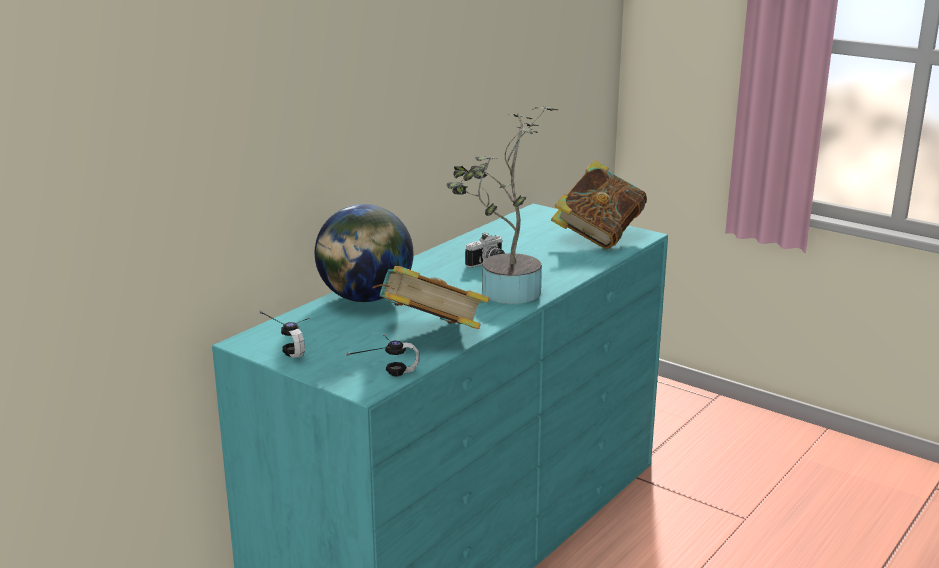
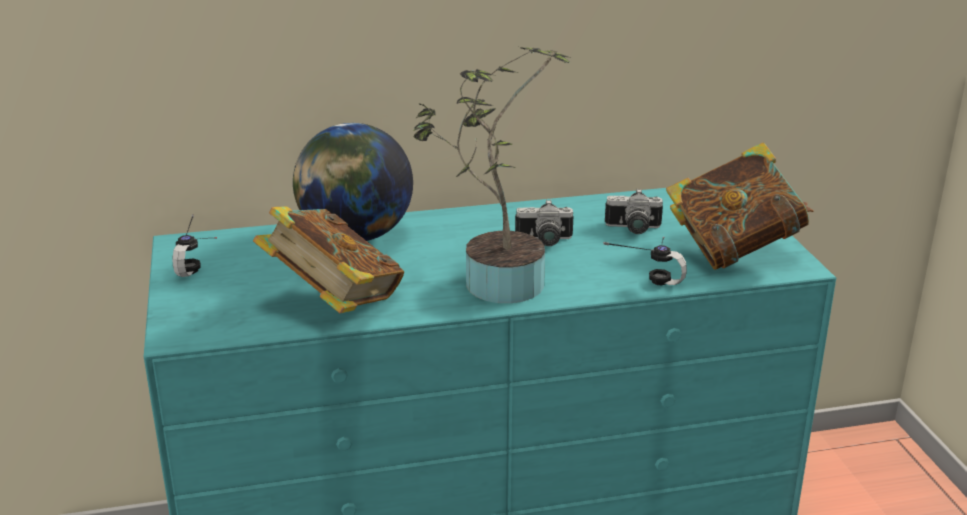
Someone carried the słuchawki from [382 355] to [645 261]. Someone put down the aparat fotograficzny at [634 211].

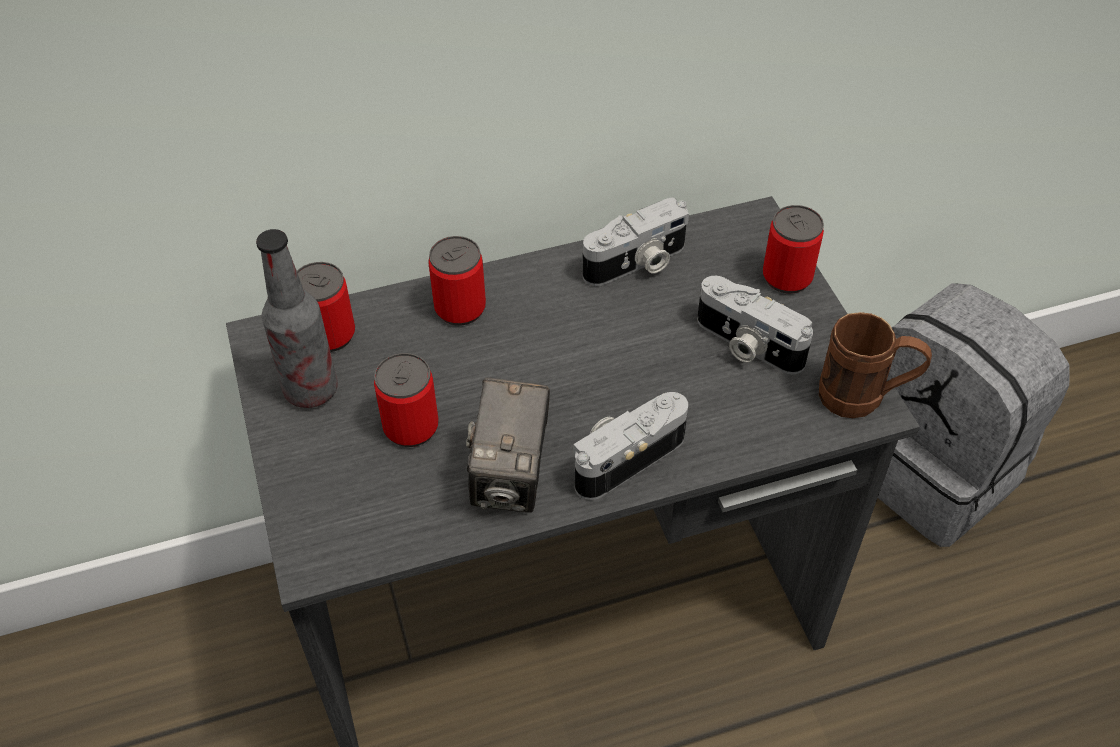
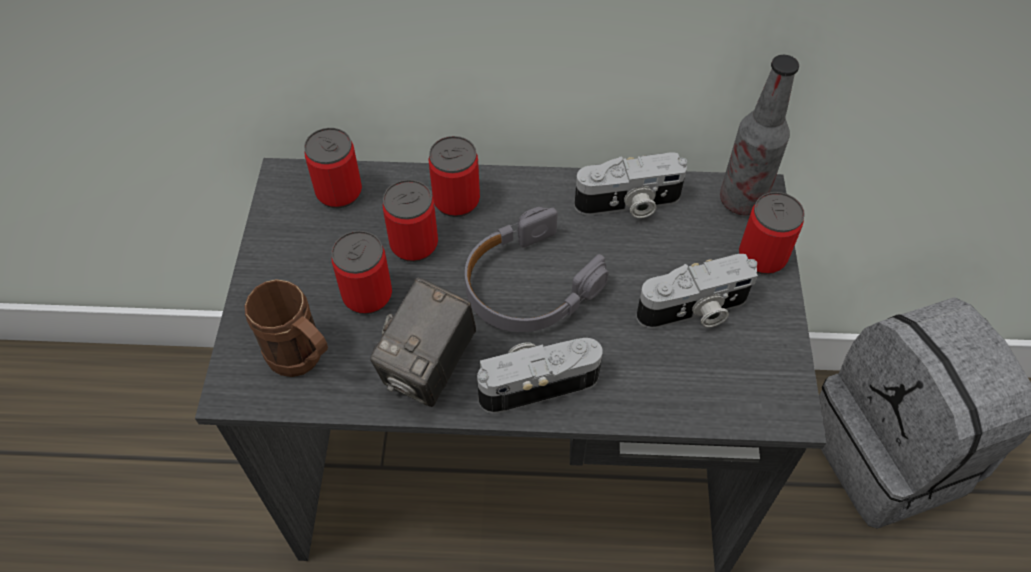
Someone carried the kubek/brązowy from [875 365] to [286 328]. Someone put down the puszka at [410 221]. Someone put down the słuchawki/szary at [537 269]. Someone rotated the aparat fotograficzny at [755 325] by 75 degrees counterclockwise. Someone carried the butelka from [297 318] to [759 135].

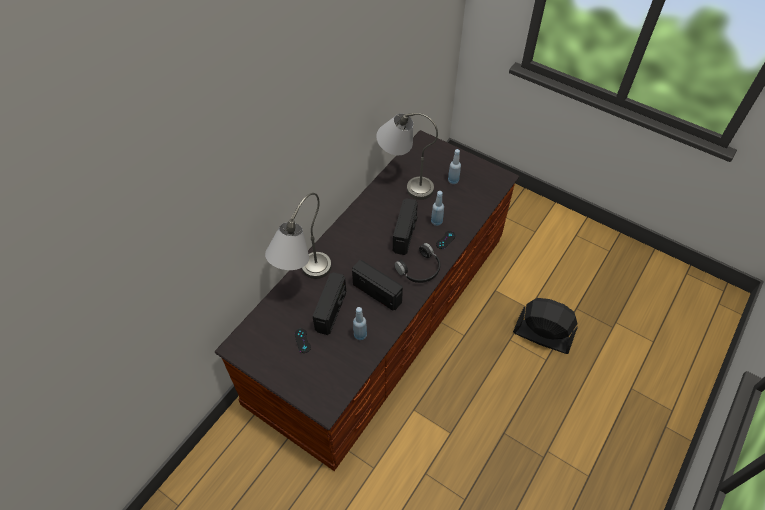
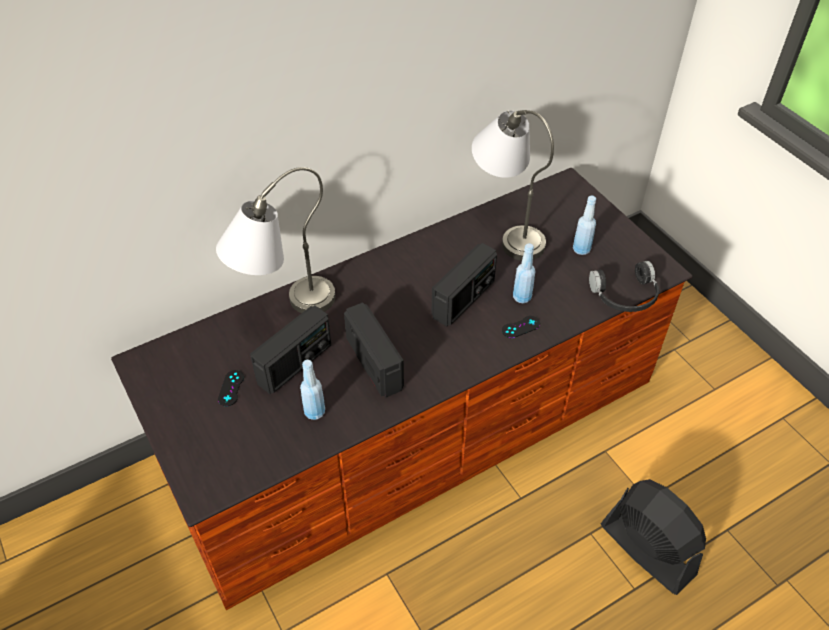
Someone carried the słuchawki/czarny from [417 263] to [624 286].

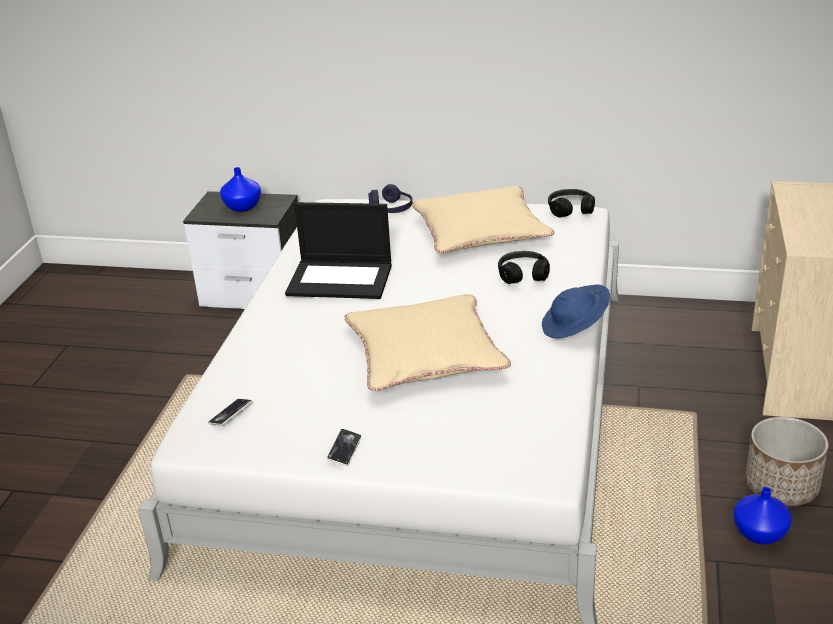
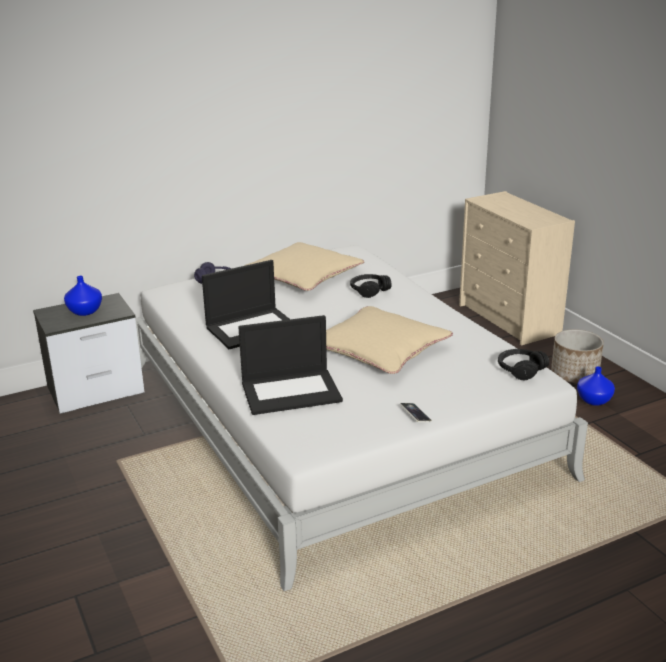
Someone put down the laptop at [290 365]. Someone carried the słuchawki/czarny from [571 203] to [523 364]. Someone took away the telefon at [230 412]. Someone took away the kapelusz/niebieski at [576 311].

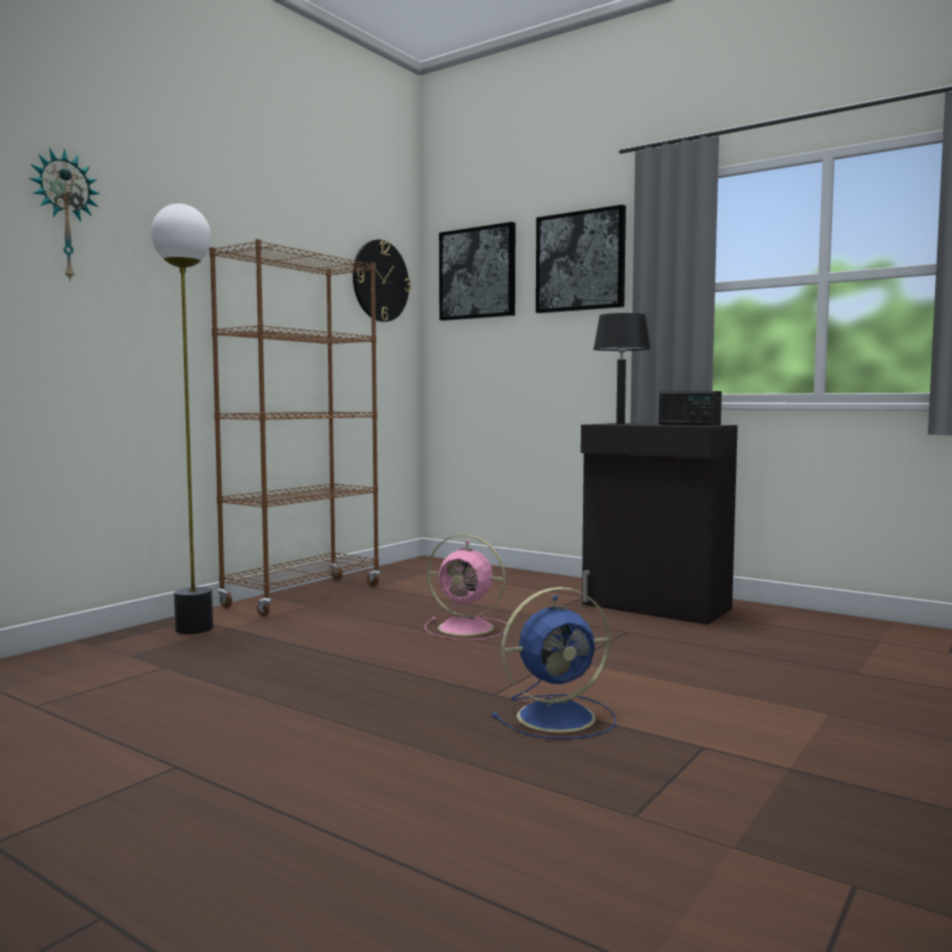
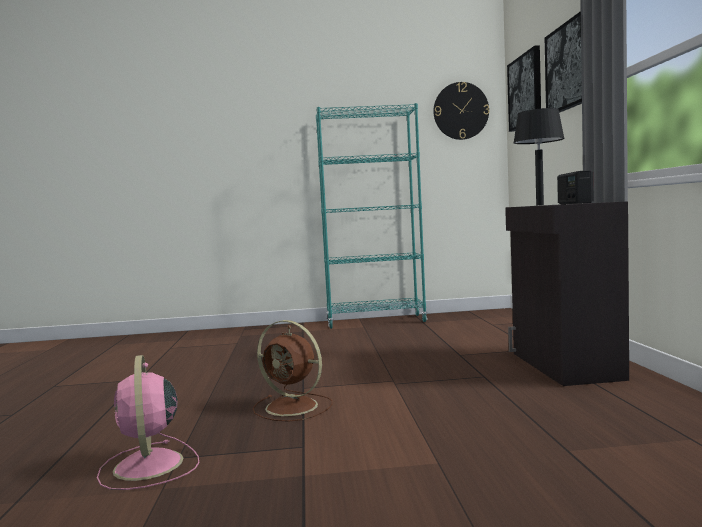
Someone carried the wentylator/różowy from [466 587] to [148 422]. Someone repainted the wentylator/niebieski at [554 663], which became the wentylator/brązowy at [293 371]. Someone repainted the regał/brązowy at [294 427], which became the regał/turkusowy at [371 216]. Someone took away the zegar ścienny at [64 214]. Someone took away the lampa stojąca at [182 418].

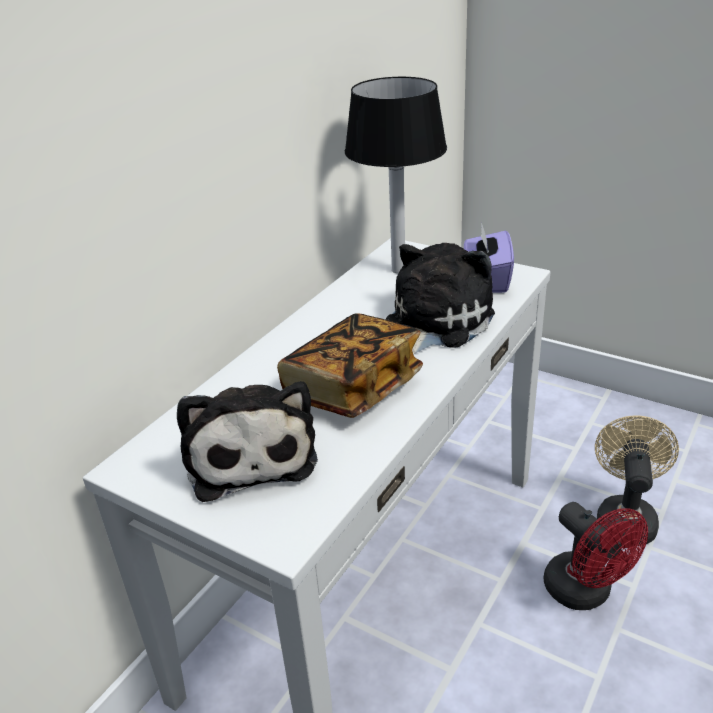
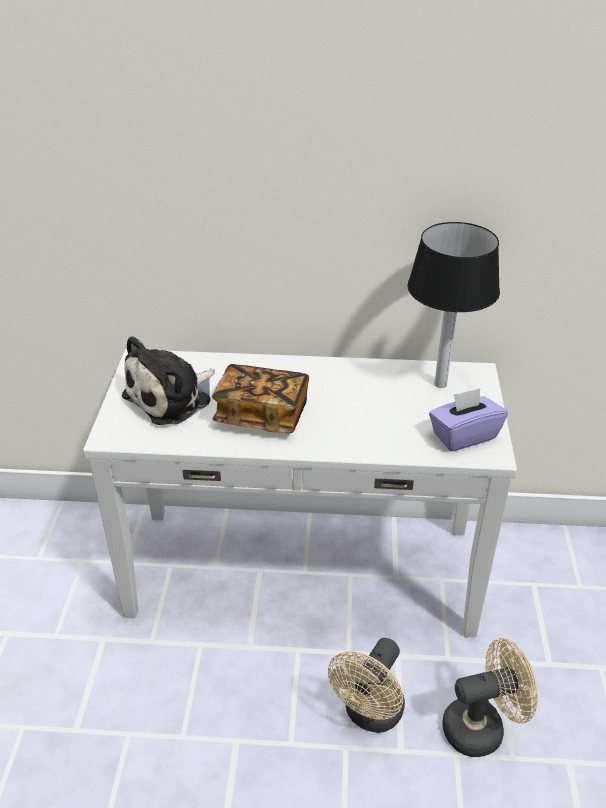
Someone repainted the wentylator/czerwony at [595 556], which became the wentylator/beżowy at [366 685]. Someone took away the pluszak at [440 299].

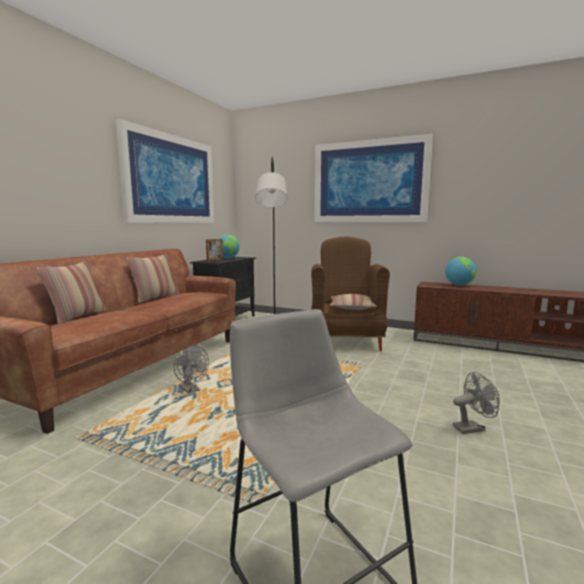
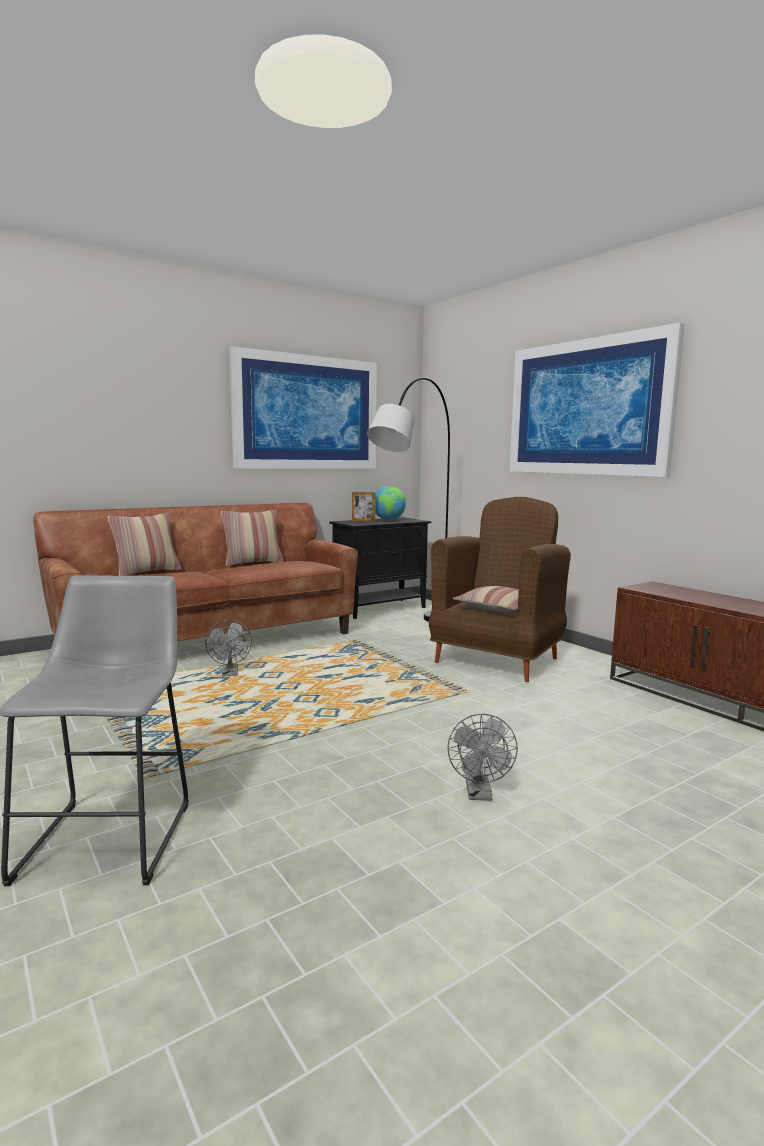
Someone rotated the wentylator/szary at [476 403] by 75 degrees clockwise. Someone took away the globus at [460 271].

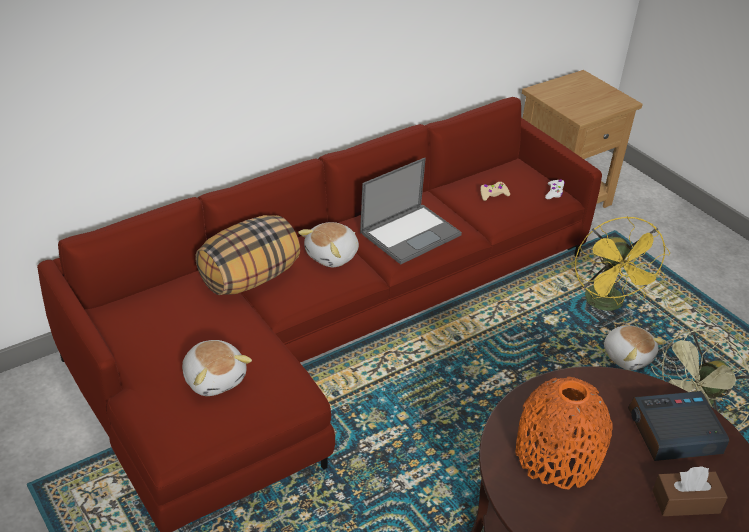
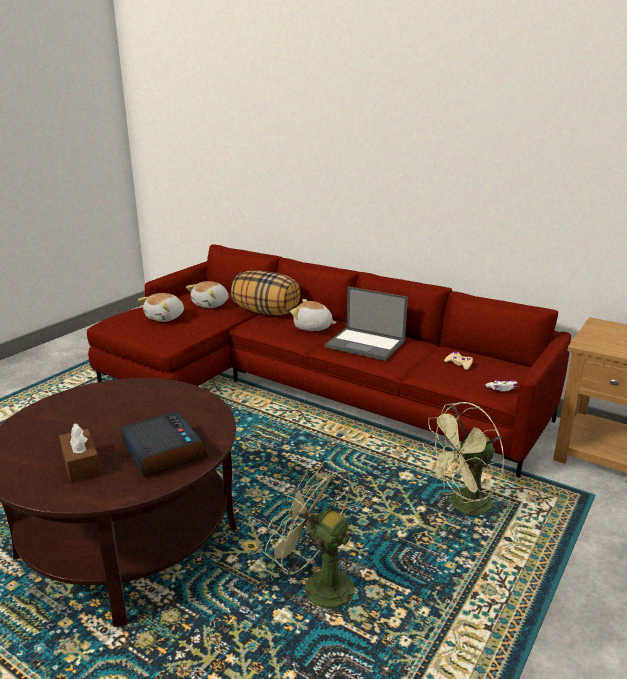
Someone carried the pluszak from [635 348] to [207 294]. Someone repainted the wentylator/żółty at [622 263], which became the wentylator/zielony at [463 463]. Someone took away the wazon/pomarańczowy at [564 433].

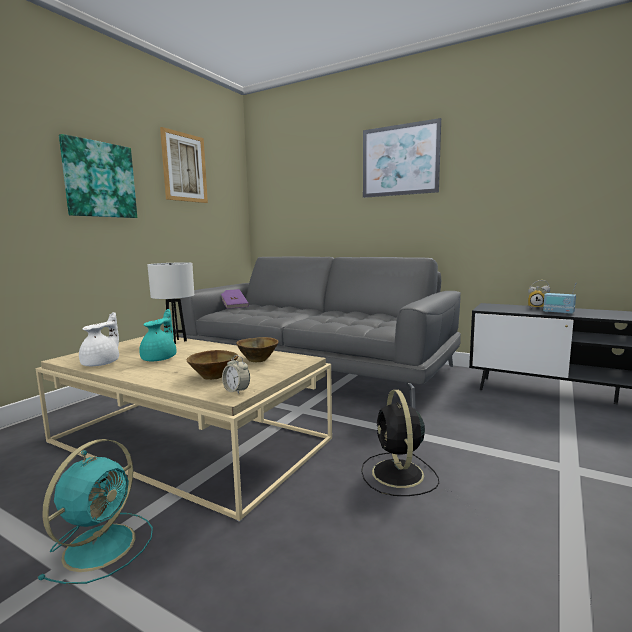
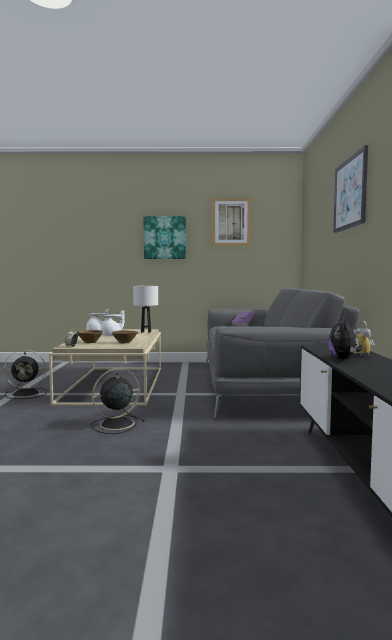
Someone repainted the wentylator/turkusowy at [95 511], which became the wentylator/czarny at [26 374]. Someone repainted the imbryk/turkusowy at [158 335], which became the imbryk/biały at [113 323]. Someone swapped the radio at [559 298] for the pluszak at [345 339].

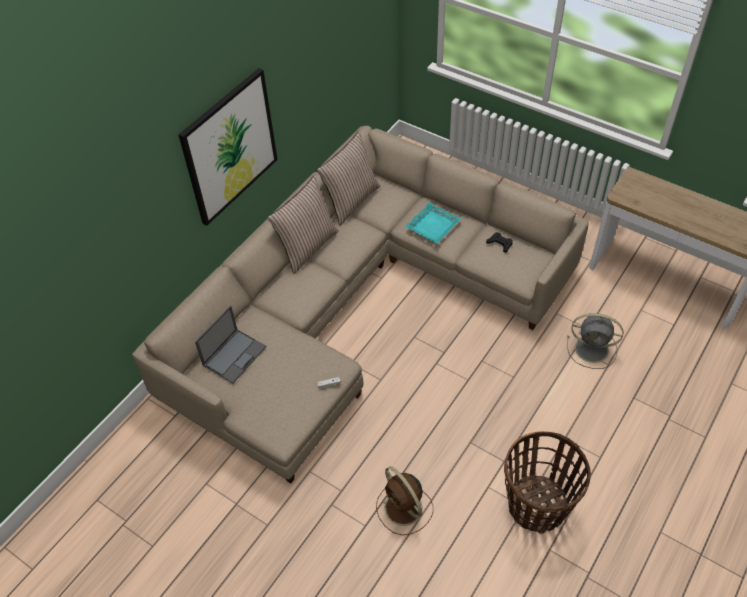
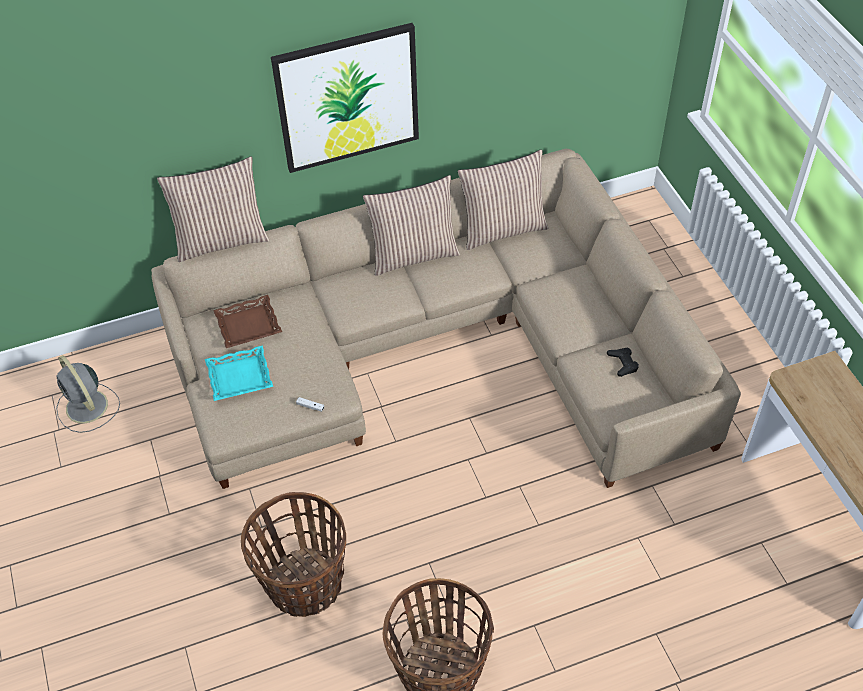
Someone carried the wentylator/szary from [595 341] to [88 394]. Someone put down the poduszka at [213 209]. Someone carried the taca/turkusowy from [433 223] to [239 373]. Someone swapped the laptop at [231 344] for the taca/brązowy at [247 321]. Someone swapped the wentylator/brązowy at [404 500] for the koszyk at [293 554].

